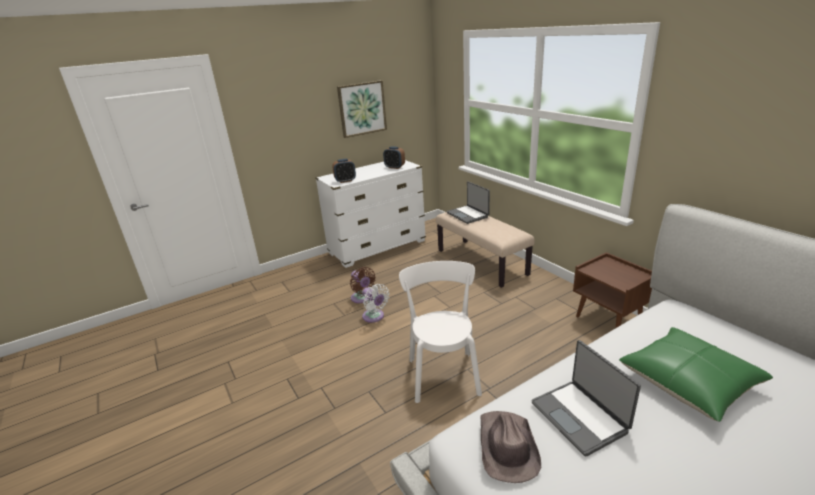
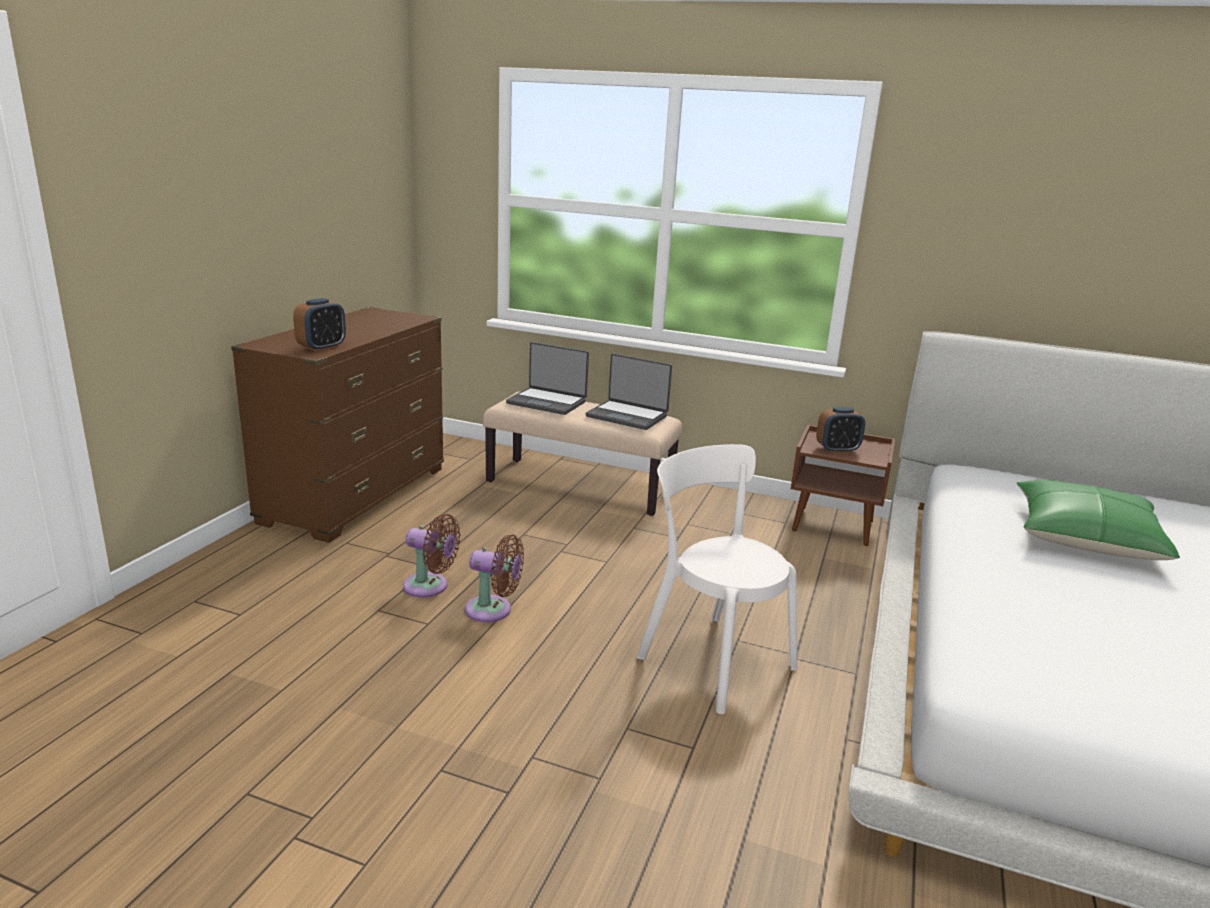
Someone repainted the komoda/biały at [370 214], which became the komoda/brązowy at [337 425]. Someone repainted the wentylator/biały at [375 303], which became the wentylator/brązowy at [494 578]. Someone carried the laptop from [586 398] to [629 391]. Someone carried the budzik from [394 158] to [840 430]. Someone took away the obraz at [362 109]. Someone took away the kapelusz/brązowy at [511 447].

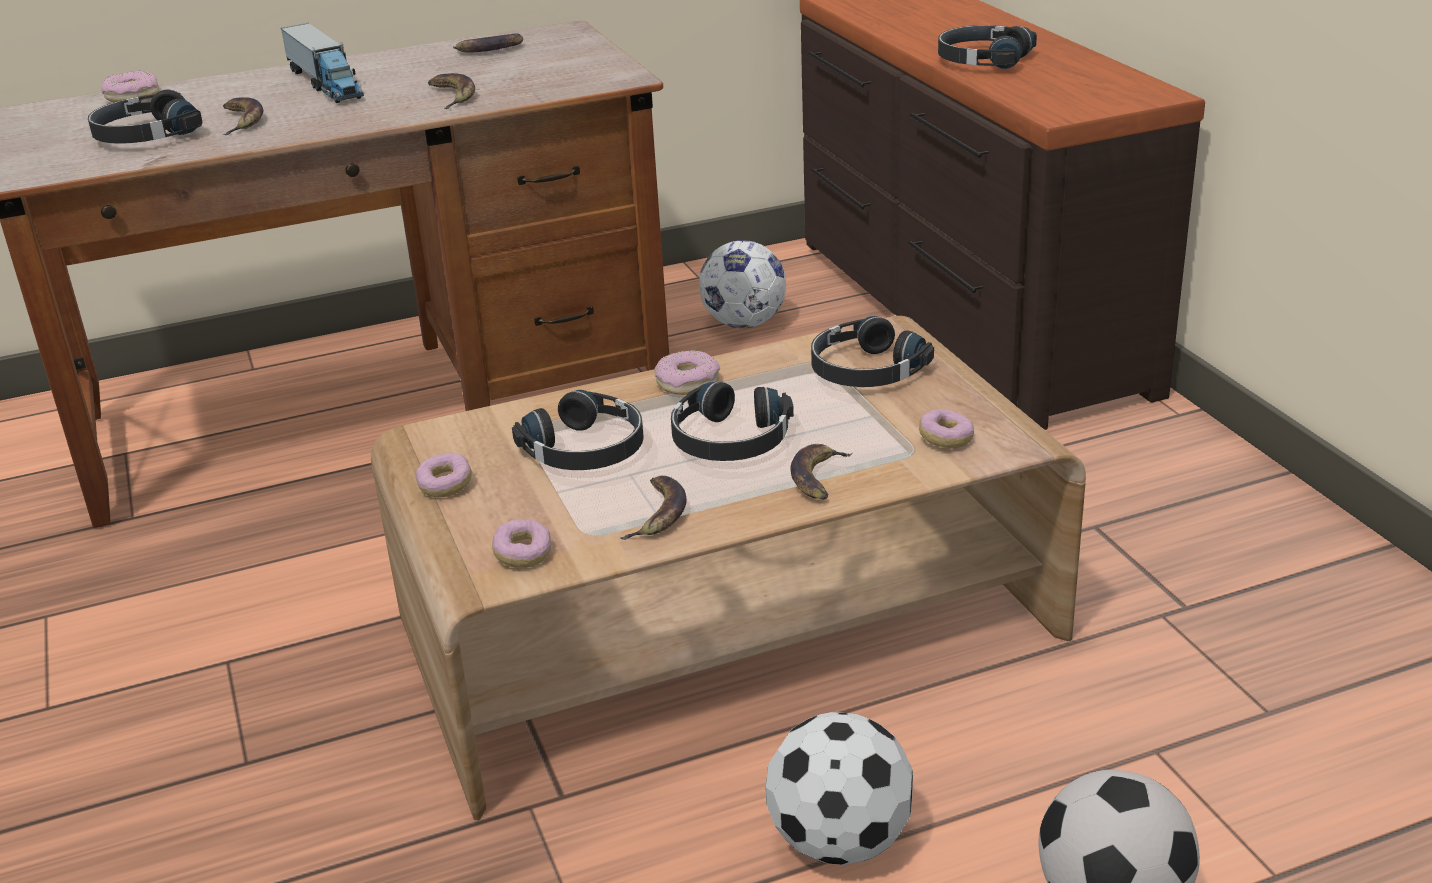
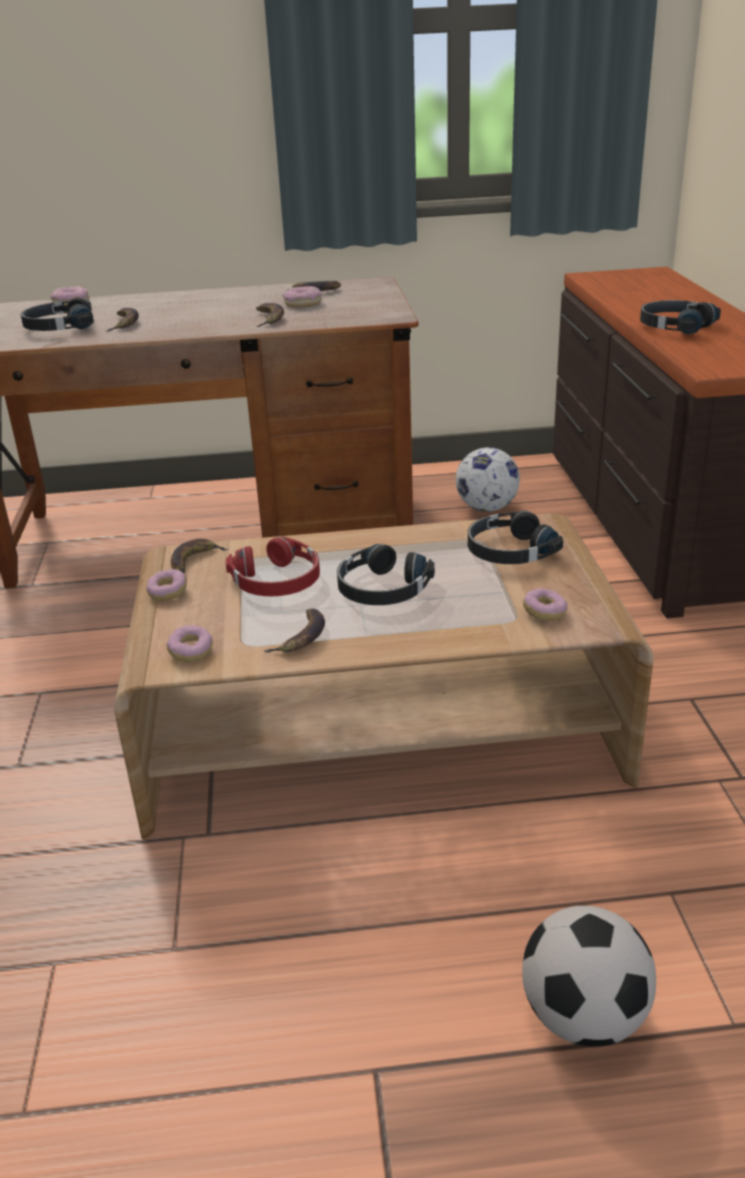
Someone carried the banan from [821 472] to [200 556]. Someone repainted the słuchawki/czarny at [578 430], which became the słuchawki/czerwony at [273 566]. Someone carried the donut from [687 372] to [302 296]. Someone took away the ciężarówka zabawkowa at [322 63]. Someone took away the piłka futbolowa at [839 788].

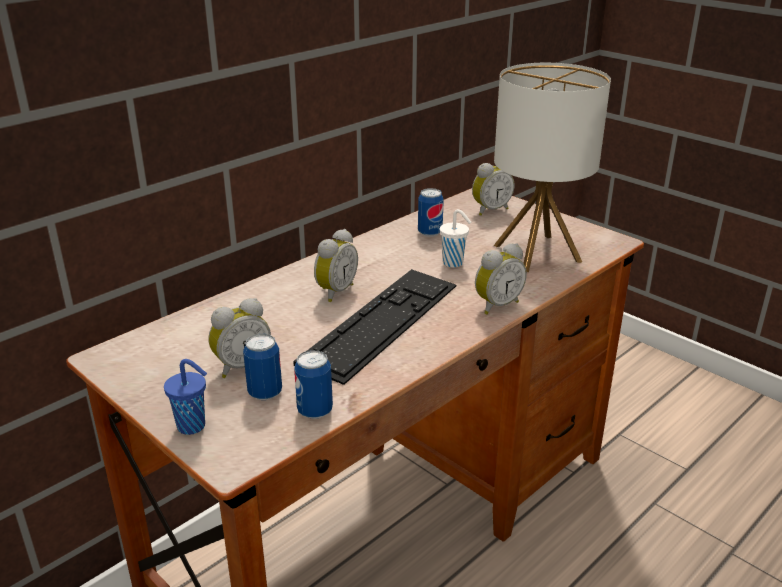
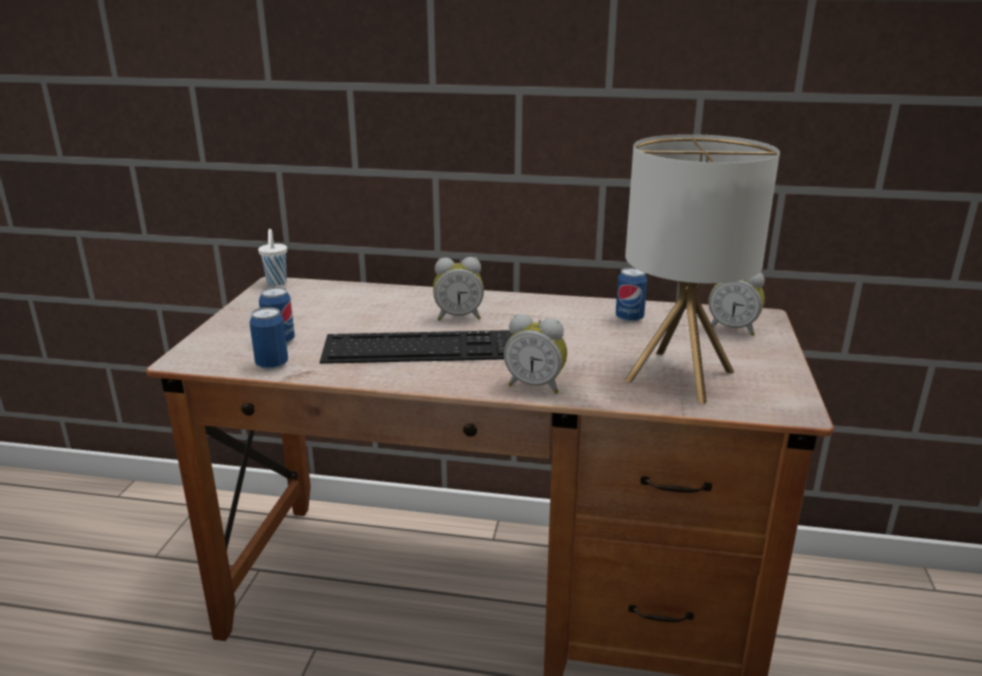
Someone carried the filiżanka/biały from [455 238] to [272 257]. Someone took away the filiżanka/niebieski at [185 397]. Someone took away the budzik at [239 338].

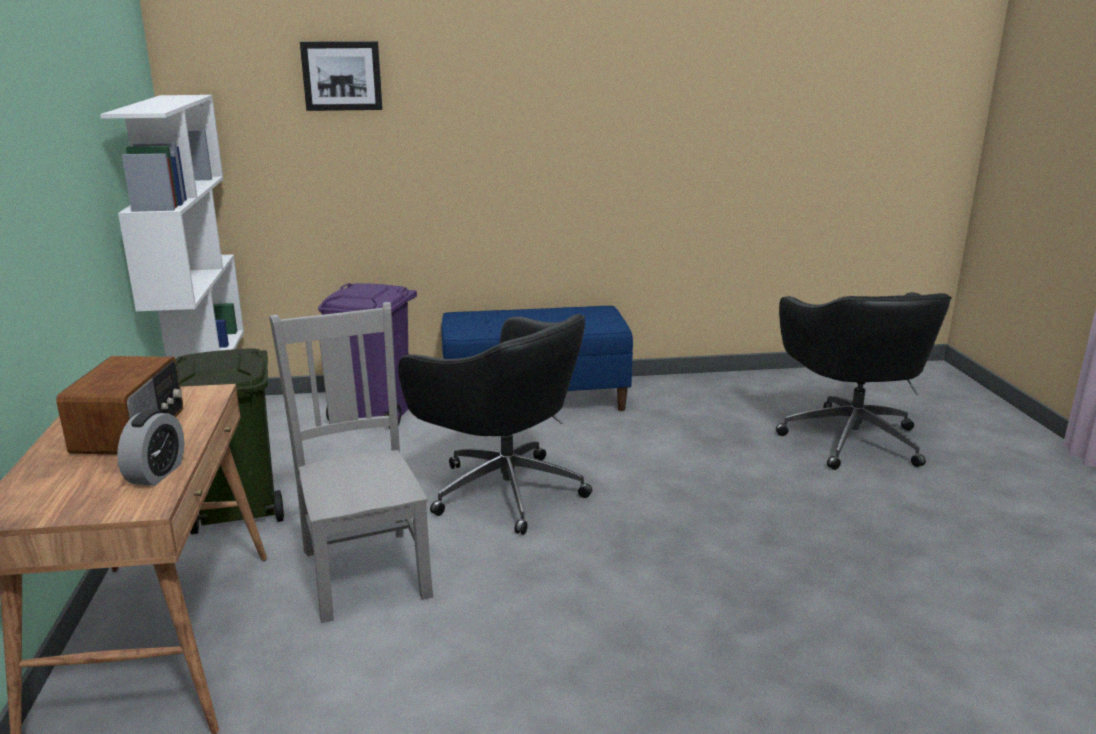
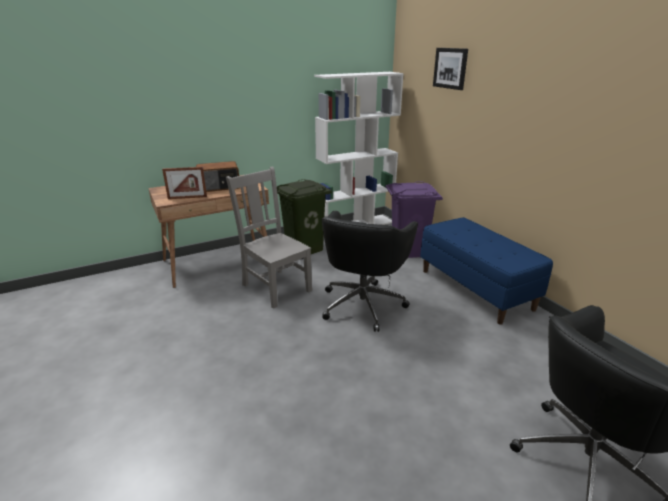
Someone swapped the budzik at [150 447] for the ramka na zdjęcie at [184 183]. Someone rotated the krzesło/szary at [351 462] by 90 degrees counterclockwise.

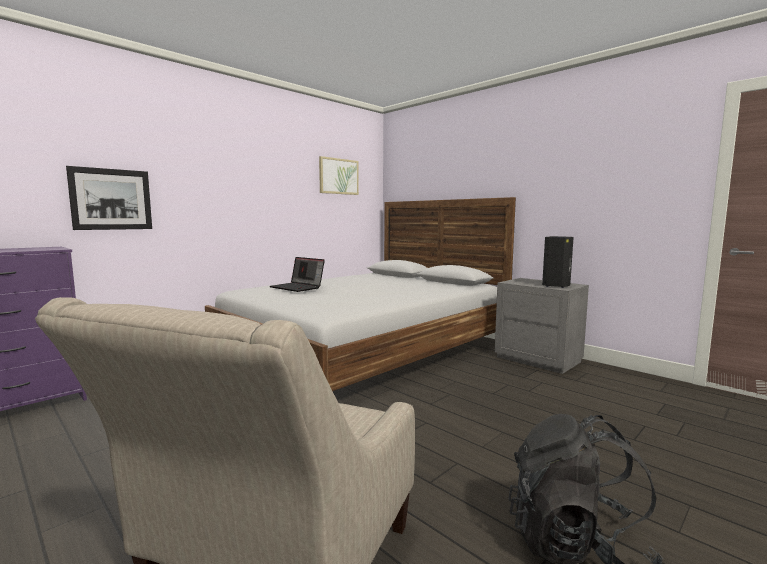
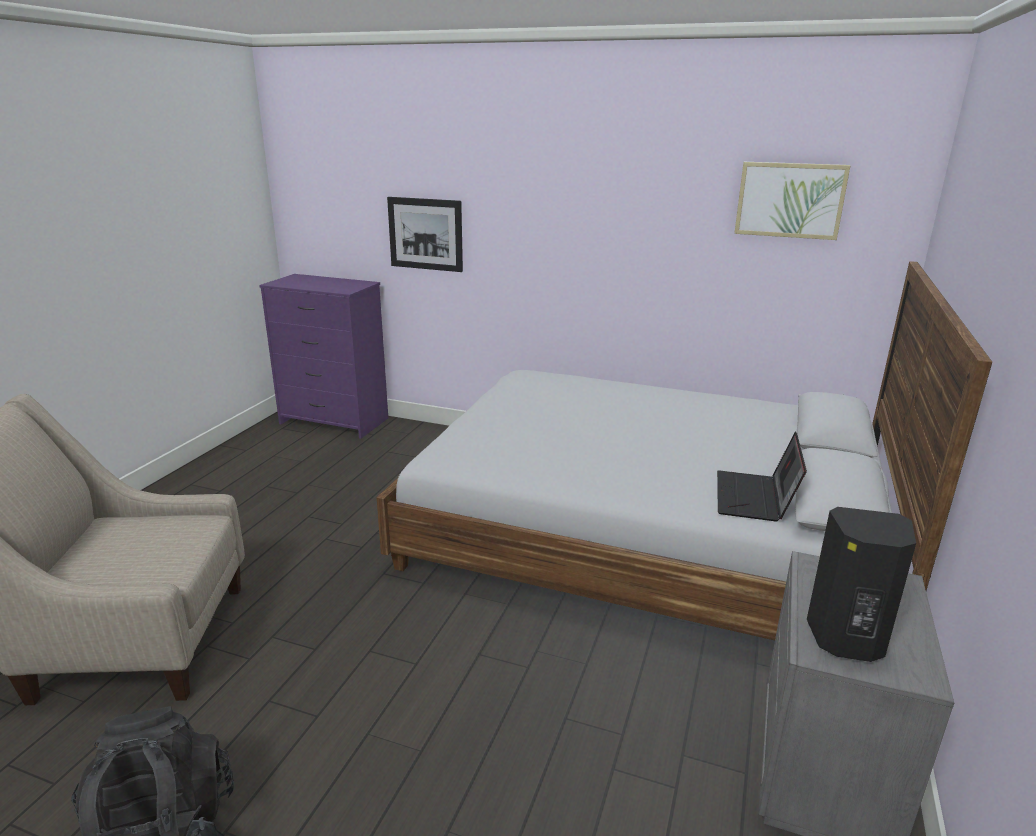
Someone carried the laptop from [297 274] to [762 476].

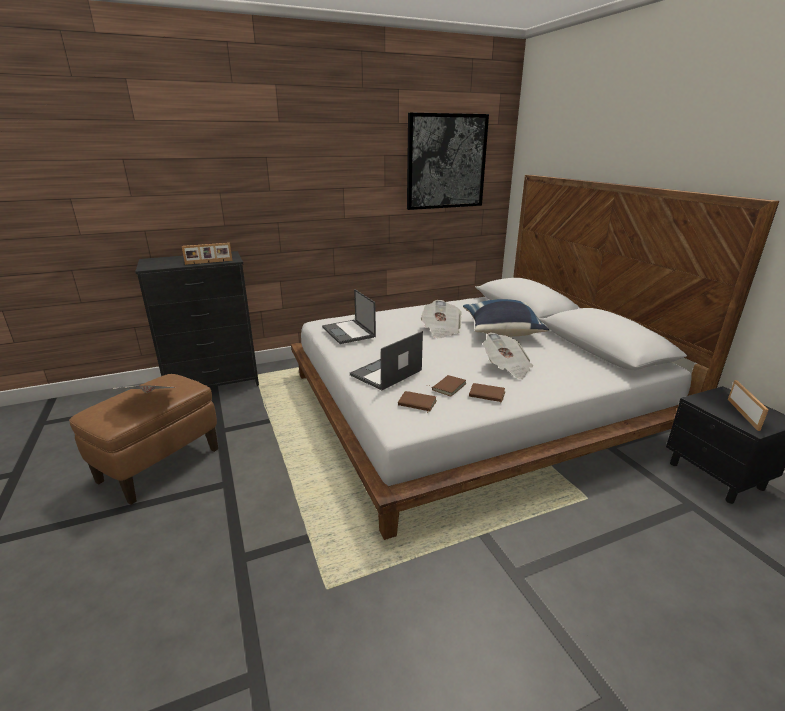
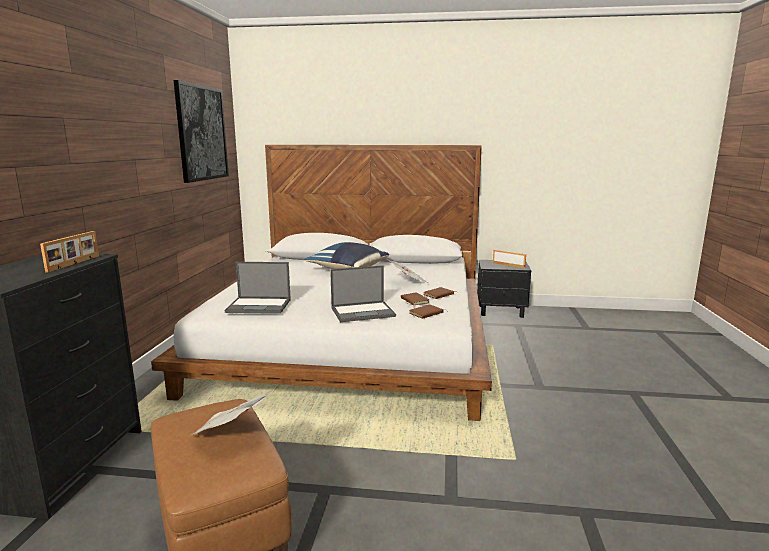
Someone rotated the laptop at [386 360] by 90 degrees counterclockwise. Someone took away the gazeta at [441 319].

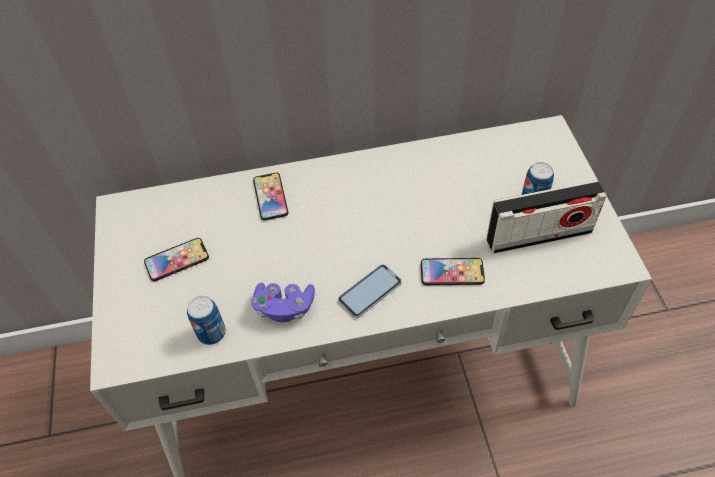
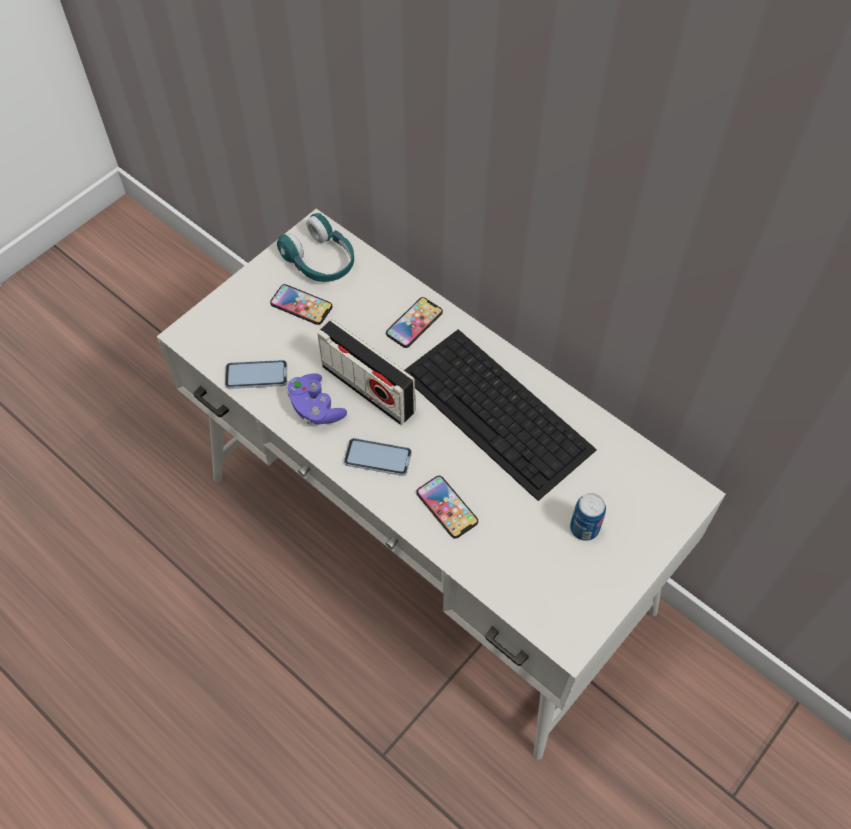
Someone swapped the puszka at [206 320] for the telefon at [256 374]. Someone put down the słuchawki/turkusowy at [315 247]. Someone carried the radio from [546 216] to [366 372]. Someone put down the klawiatura at [500 415].

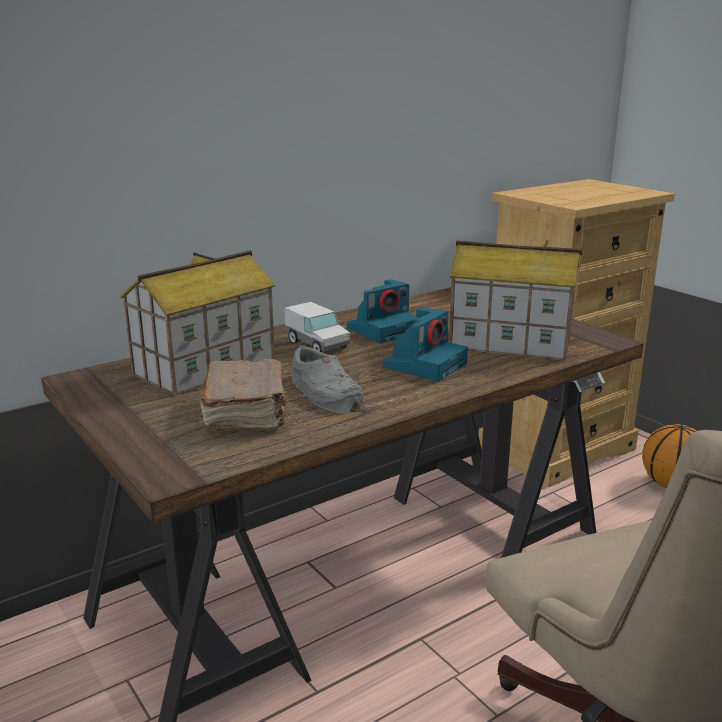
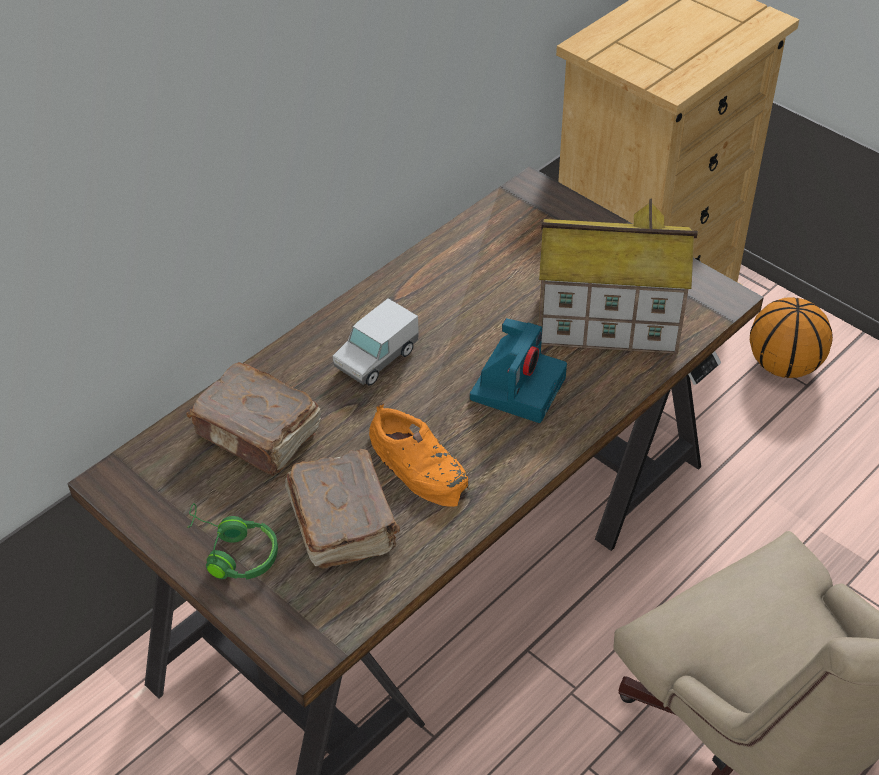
Someone swapped the domek at [197 323] for the książka/brązowy at [253 419]. Someone put down the słuchawki/zielony at [232 541]. Someone rotated the ciężarówka zabawkowa at [317 327] by 90 degrees clockwise. Someone repainted the but/szary at [327 377], which became the but/pomarańczowy at [419 455]. Someone took away the aparat fotograficzny at [382 311].

